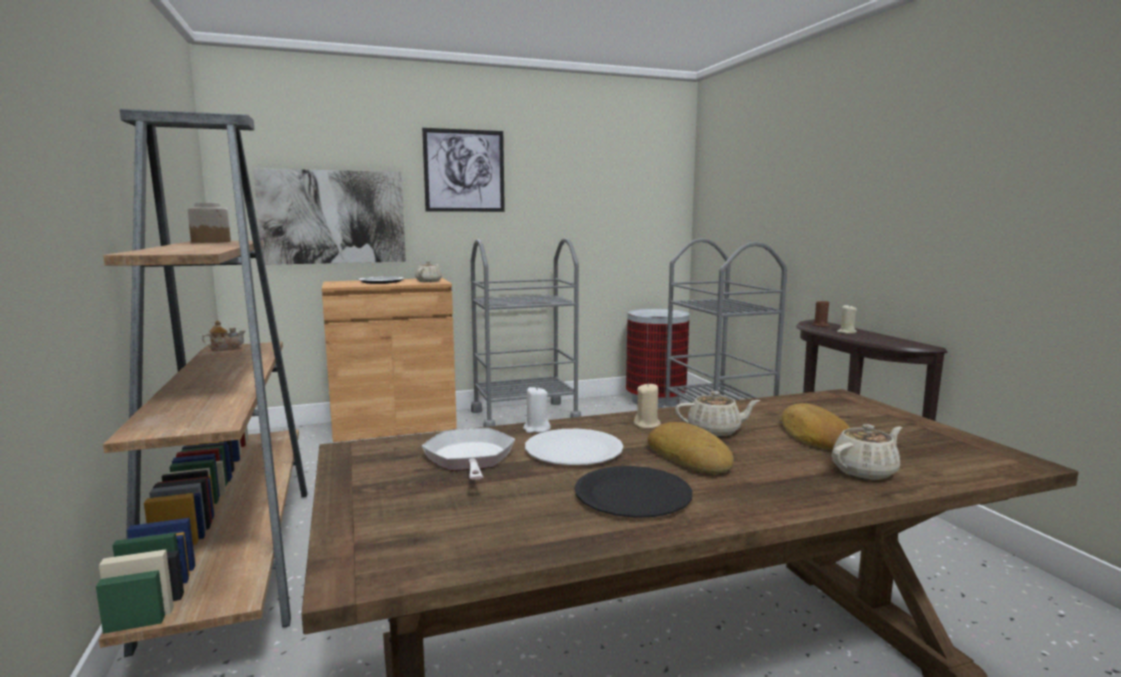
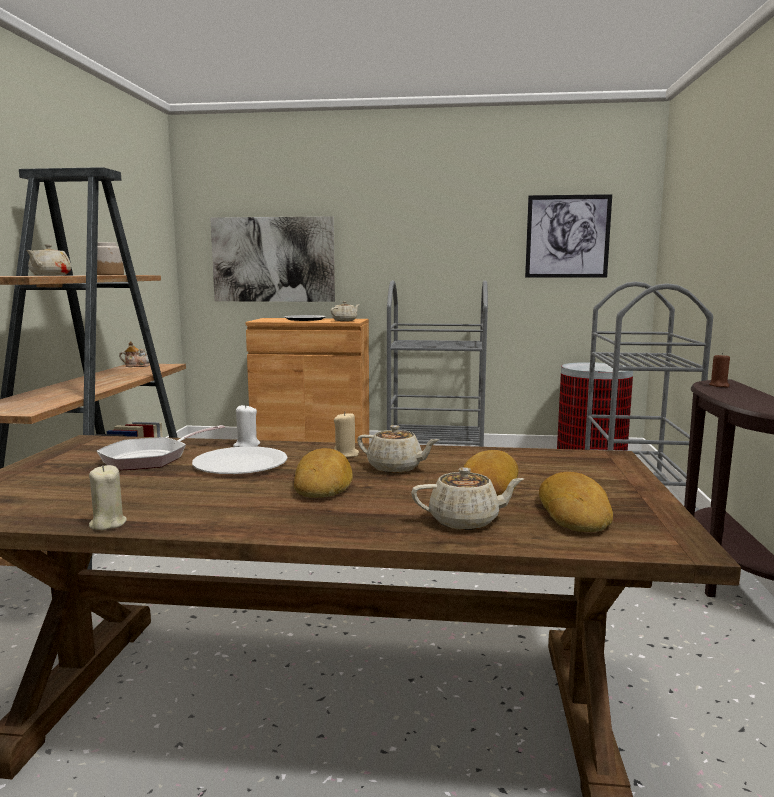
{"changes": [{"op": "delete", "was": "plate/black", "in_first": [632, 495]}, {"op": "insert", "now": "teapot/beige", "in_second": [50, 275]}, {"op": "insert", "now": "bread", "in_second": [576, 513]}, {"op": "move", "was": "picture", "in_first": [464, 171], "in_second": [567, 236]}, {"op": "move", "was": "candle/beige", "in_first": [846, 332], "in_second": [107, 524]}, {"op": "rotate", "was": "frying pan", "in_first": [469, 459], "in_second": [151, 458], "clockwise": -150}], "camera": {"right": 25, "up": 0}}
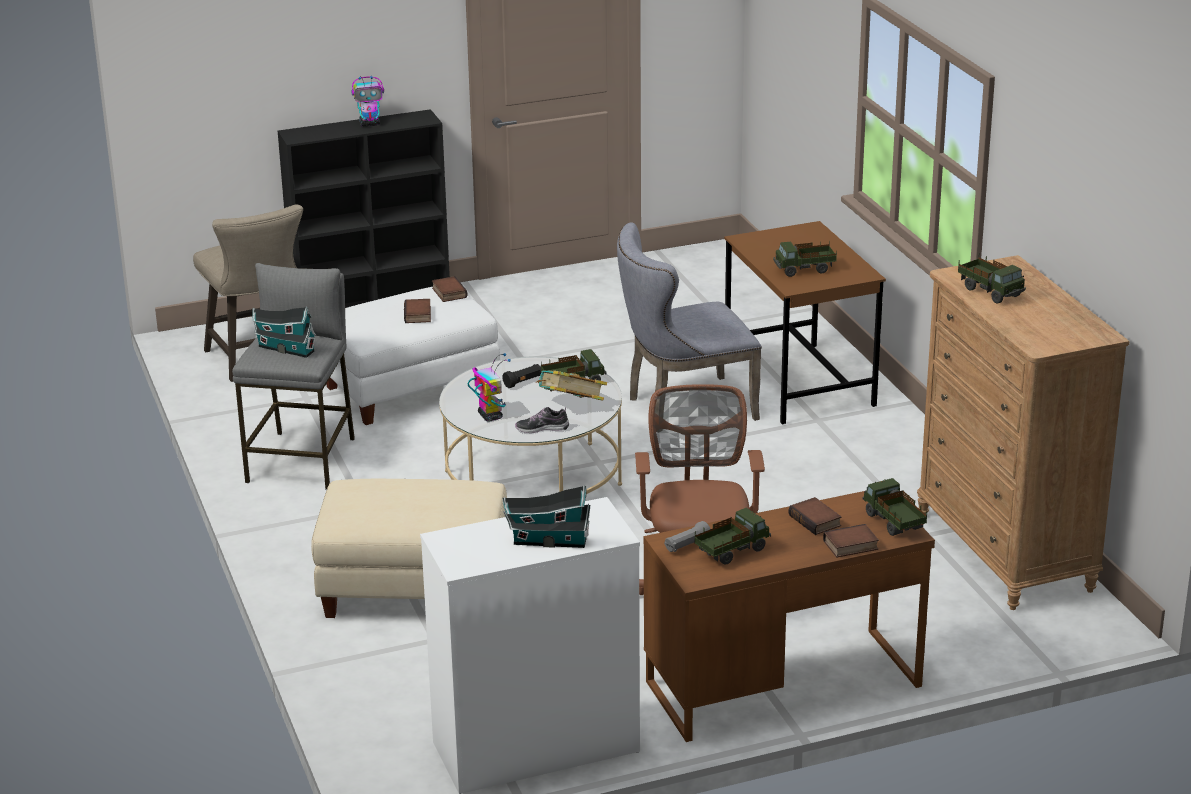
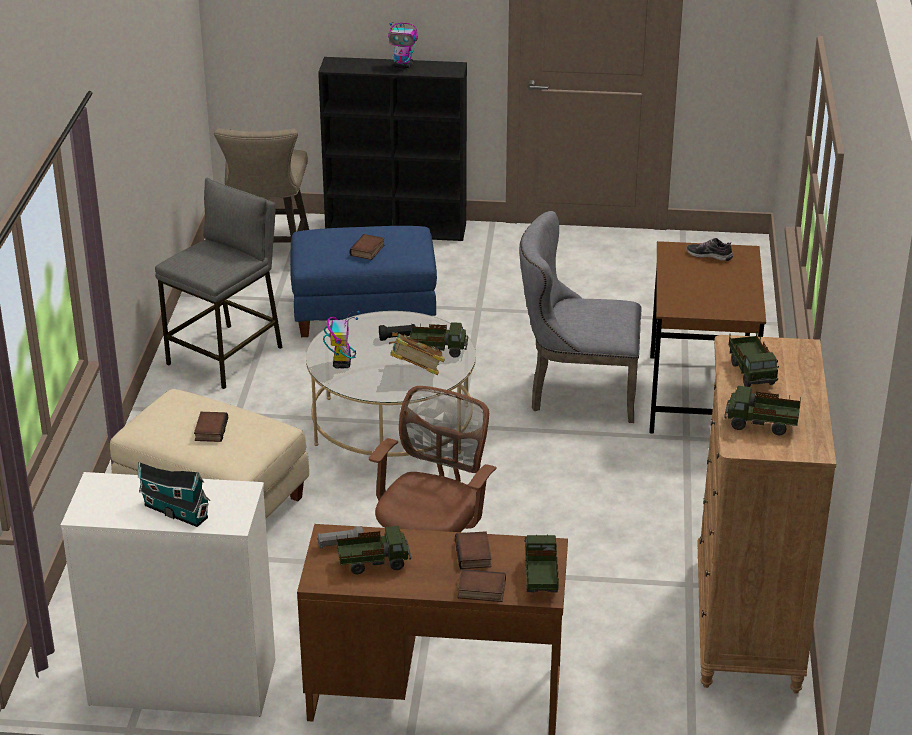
{"changes": [{"op": "delete", "was": "toy house", "in_first": [284, 348]}, {"op": "move", "was": "book", "in_first": [448, 293], "in_second": [210, 430]}, {"op": "move", "was": "shoe", "in_first": [542, 428], "in_second": [709, 255]}, {"op": "move", "was": "toy truck", "in_first": [805, 270], "in_second": [761, 425]}, {"op": "recolor", "was": "ottoman/white", "now": "ottoman/blue", "in_first": [410, 388], "in_second": [365, 311]}], "camera": {"right": 25, "up": 5}}
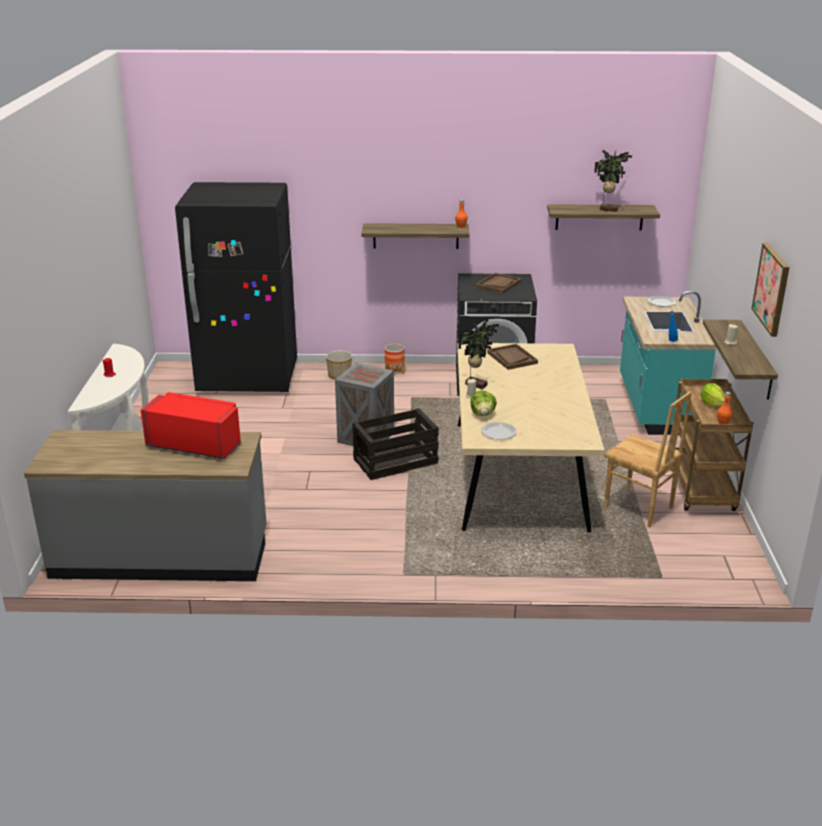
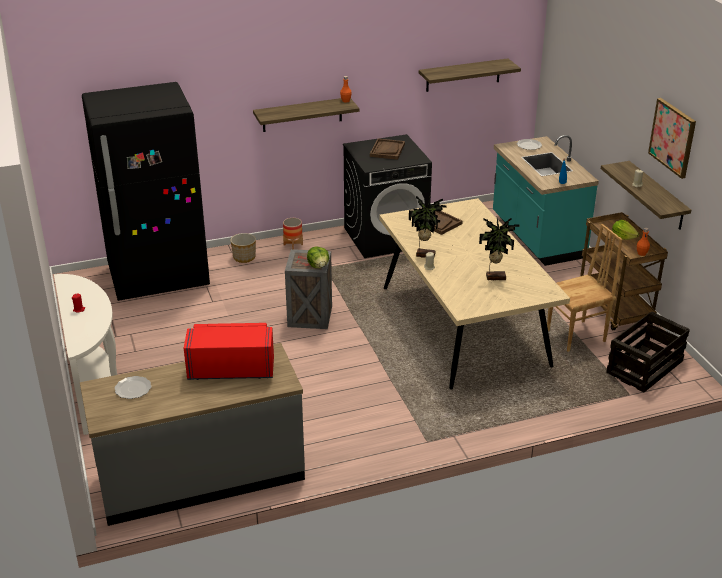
{"changes": [{"op": "move", "was": "crate", "in_first": [395, 462], "in_second": [644, 368]}, {"op": "move", "was": "lettuce", "in_first": [483, 414], "in_second": [318, 266]}, {"op": "move", "was": "plate", "in_first": [498, 432], "in_second": [133, 389]}, {"op": "move", "was": "potted plant", "in_first": [608, 209], "in_second": [495, 277]}, {"op": "rotate", "was": "chair/brown", "in_first": [638, 508], "in_second": [576, 336], "clockwise": -45}], "camera": {"right": -20, "up": 5}}
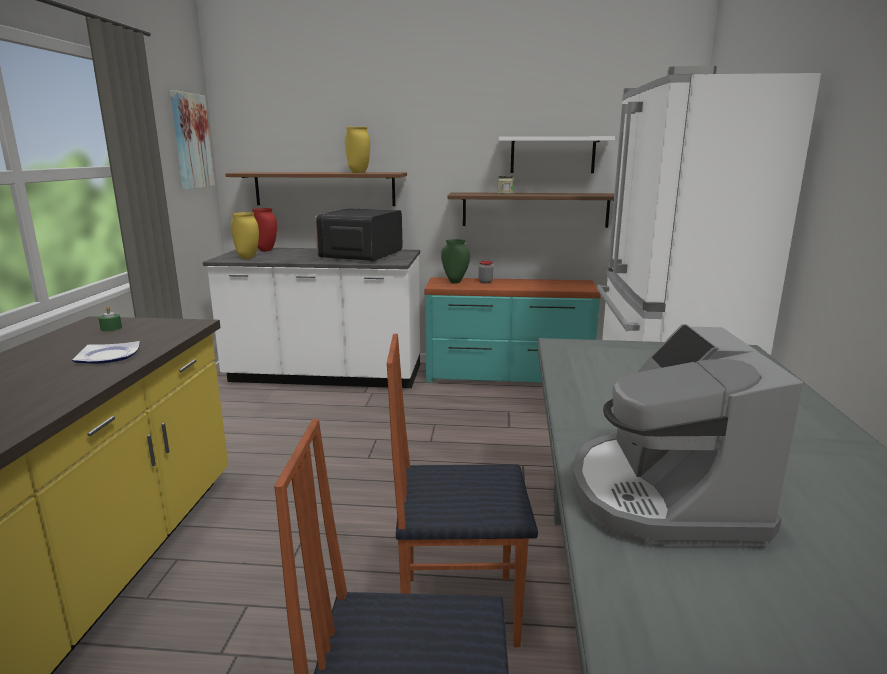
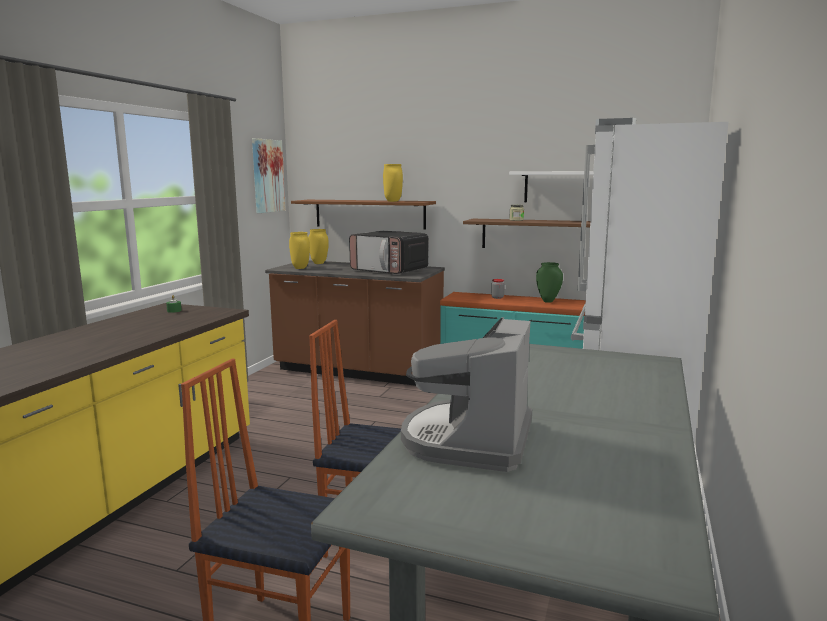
{"changes": [{"op": "delete", "was": "plate", "in_first": [107, 357]}, {"op": "move", "was": "vase/green", "in_first": [455, 282], "in_second": [548, 301]}, {"op": "recolor", "was": "counter/white", "now": "counter/brown", "in_first": [325, 375], "in_second": [358, 371]}, {"op": "recolor", "was": "vase/red", "now": "vase/yellow", "in_first": [265, 250], "in_second": [318, 263]}, {"op": "rotate", "was": "microwave", "in_first": [361, 256], "in_second": [390, 270], "clockwise": -90}], "camera": {"right": 15, "up": -5}}
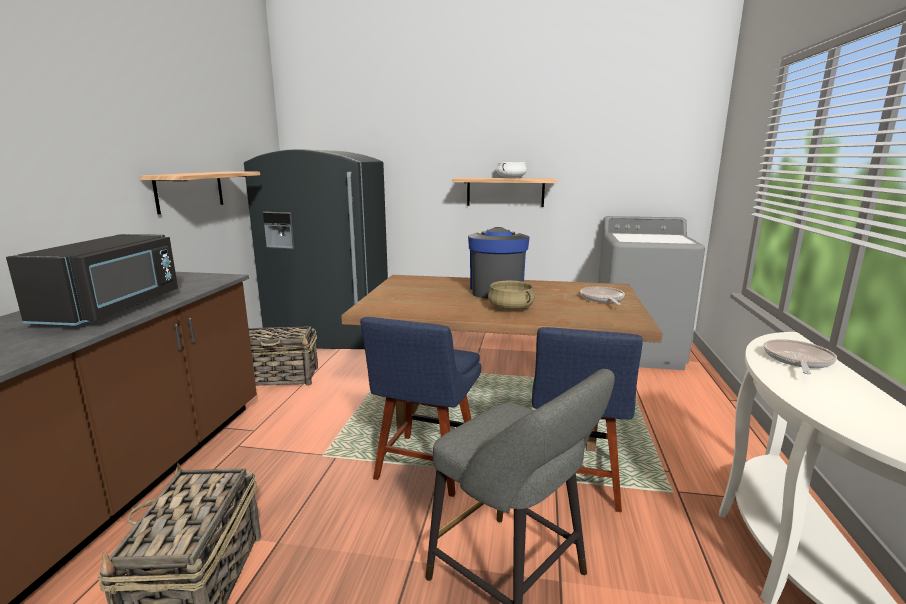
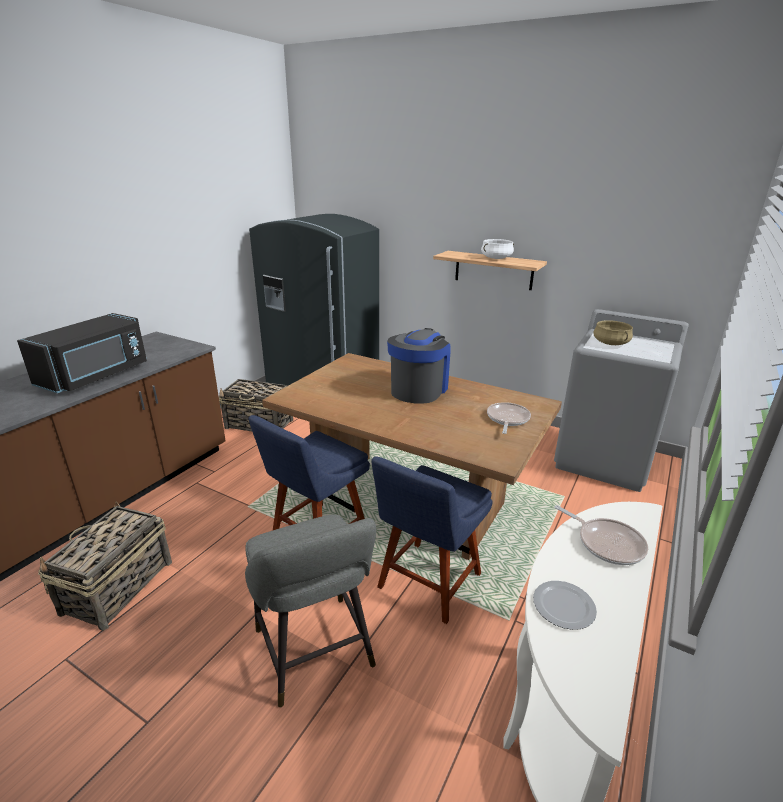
{"changes": [{"op": "delete", "was": "shelf", "in_first": [190, 191]}, {"op": "insert", "now": "plate", "in_second": [563, 607]}, {"op": "move", "was": "cooking pot/beige", "in_first": [511, 308], "in_second": [611, 343]}, {"op": "rotate", "was": "frying pan", "in_first": [797, 360], "in_second": [607, 543], "clockwise": 90}], "camera": {"right": 20, "up": 10}}
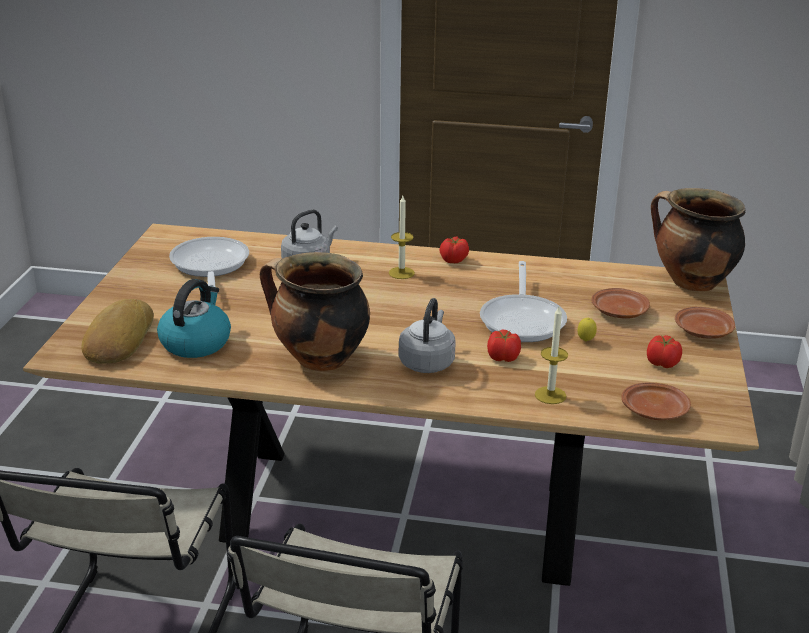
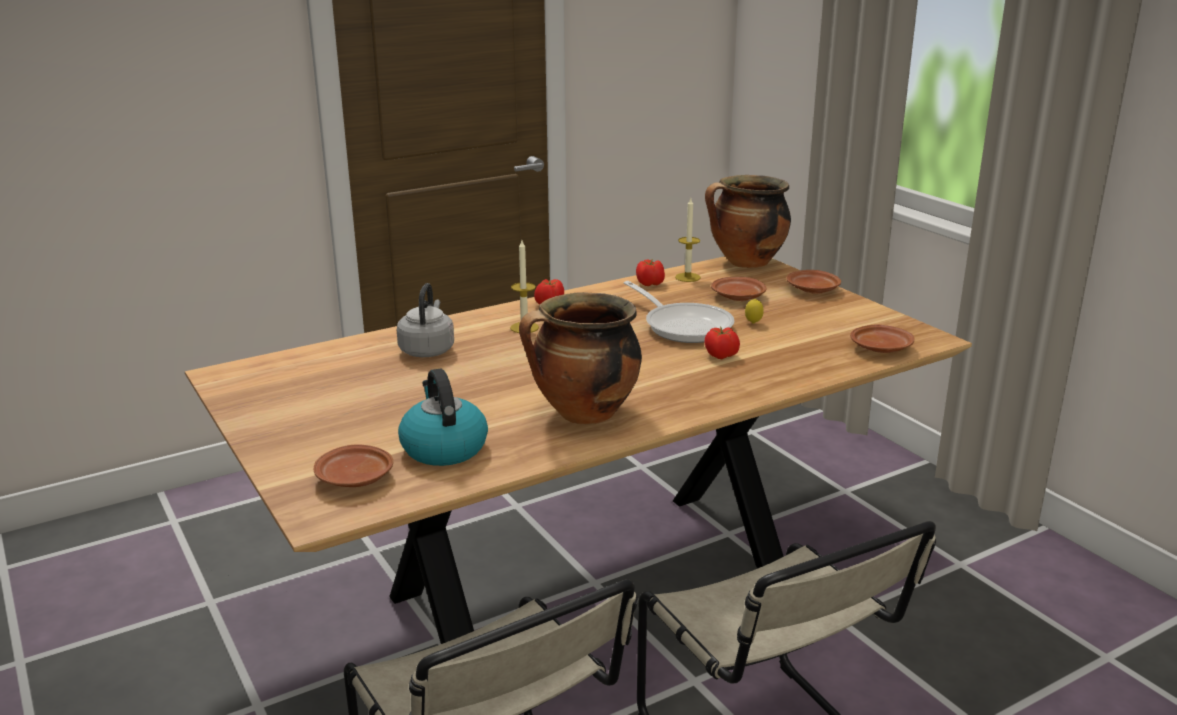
{"changes": [{"op": "delete", "was": "frying pan", "in_first": [209, 266]}, {"op": "delete", "was": "kettle/grey", "in_first": [427, 362]}, {"op": "move", "was": "candle", "in_first": [550, 395], "in_second": [687, 277]}, {"op": "move", "was": "tomato", "in_first": [662, 364], "in_second": [650, 284]}, {"op": "replace", "was": "bread", "now": "plate/brown", "in_first": [117, 340], "in_second": [355, 479]}], "camera": {"right": -40, "up": -5}}
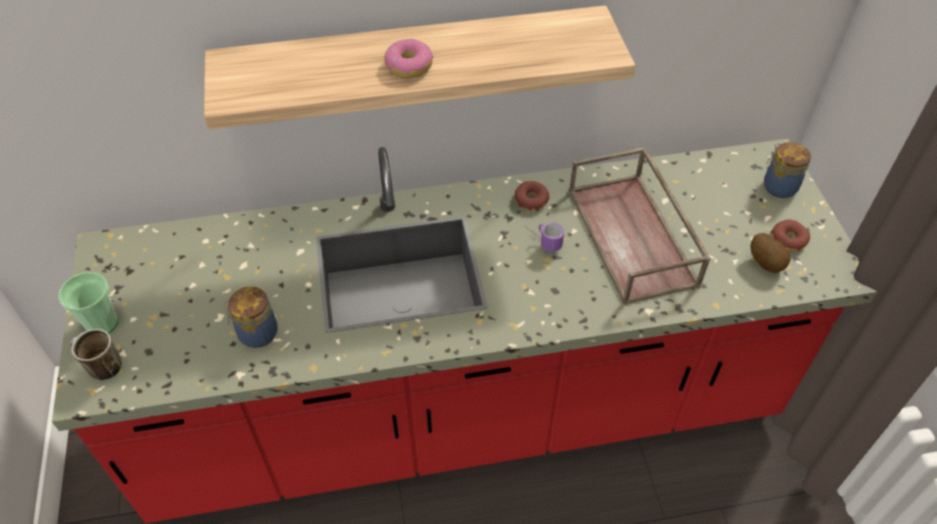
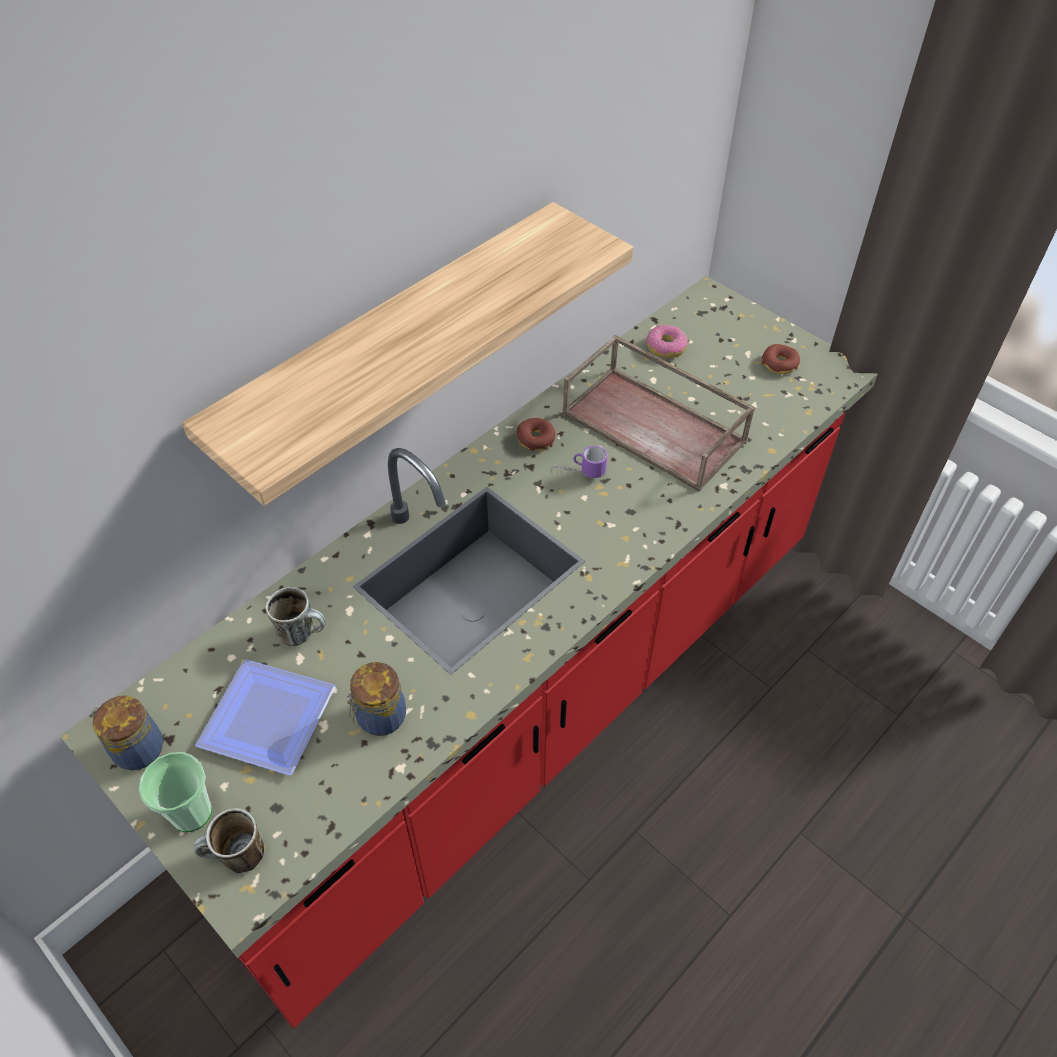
{"changes": [{"op": "delete", "was": "potato", "in_first": [766, 263]}, {"op": "insert", "now": "plate", "in_second": [273, 716]}, {"op": "insert", "now": "mug", "in_second": [303, 633]}, {"op": "move", "was": "donut", "in_first": [408, 66], "in_second": [665, 347]}, {"op": "move", "was": "jar", "in_first": [778, 186], "in_second": [137, 749]}], "camera": {"right": -35, "up": 0}}
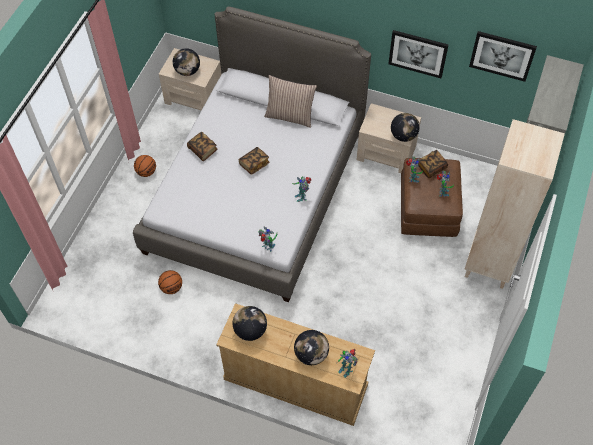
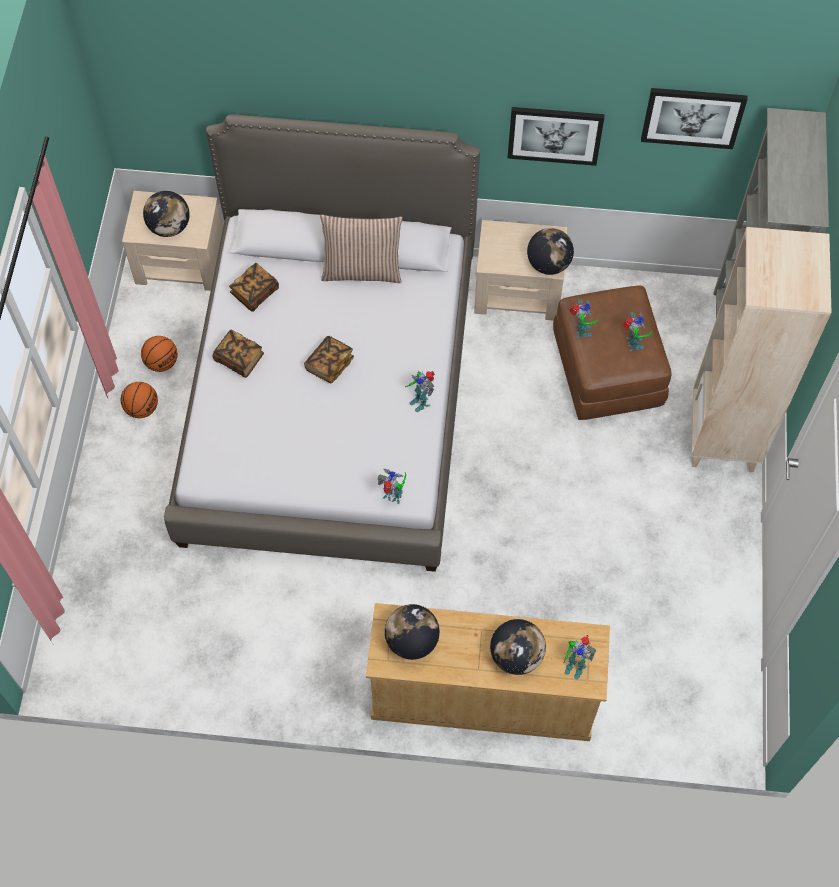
{"changes": [{"op": "move", "was": "basketball", "in_first": [171, 287], "in_second": [161, 362]}, {"op": "move", "was": "book", "in_first": [431, 168], "in_second": [255, 293]}], "camera": {"right": -15, "up": 5}}
